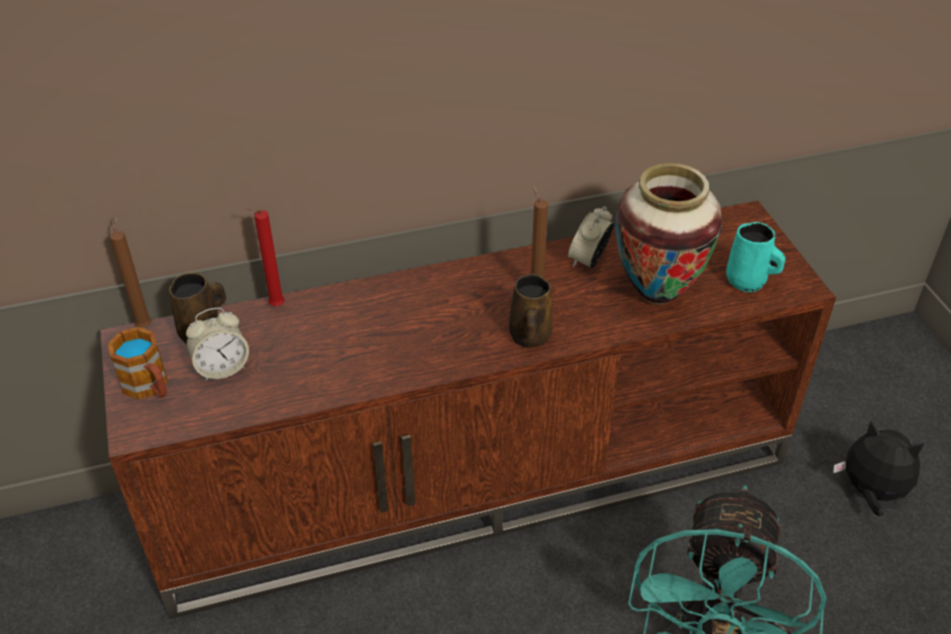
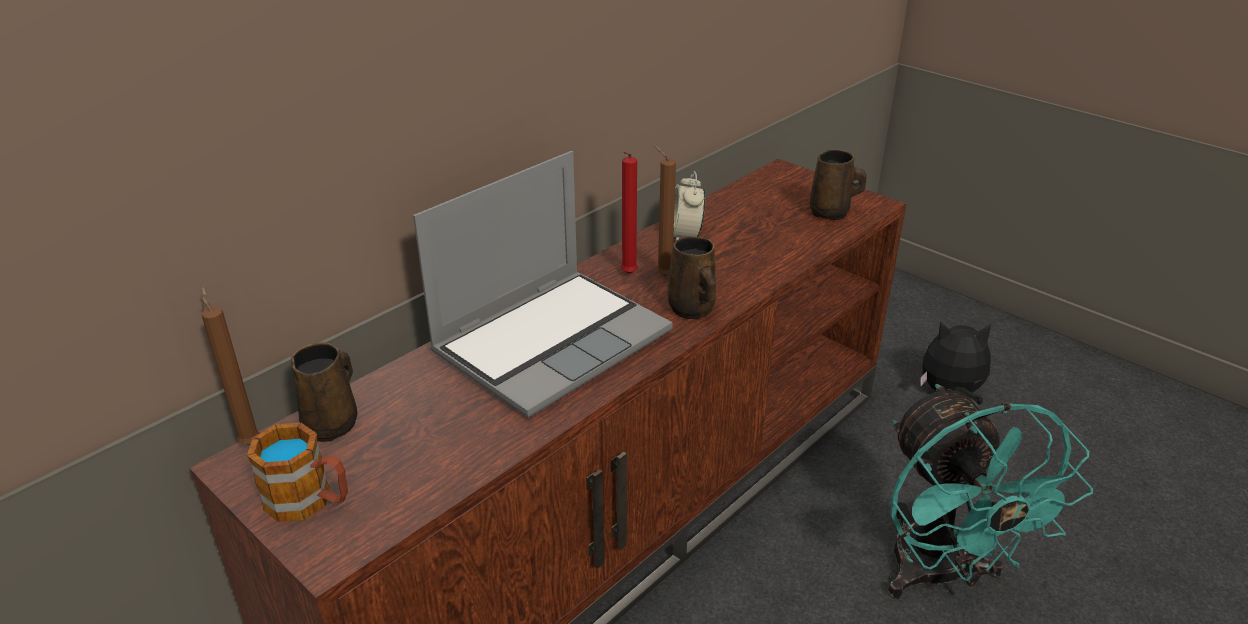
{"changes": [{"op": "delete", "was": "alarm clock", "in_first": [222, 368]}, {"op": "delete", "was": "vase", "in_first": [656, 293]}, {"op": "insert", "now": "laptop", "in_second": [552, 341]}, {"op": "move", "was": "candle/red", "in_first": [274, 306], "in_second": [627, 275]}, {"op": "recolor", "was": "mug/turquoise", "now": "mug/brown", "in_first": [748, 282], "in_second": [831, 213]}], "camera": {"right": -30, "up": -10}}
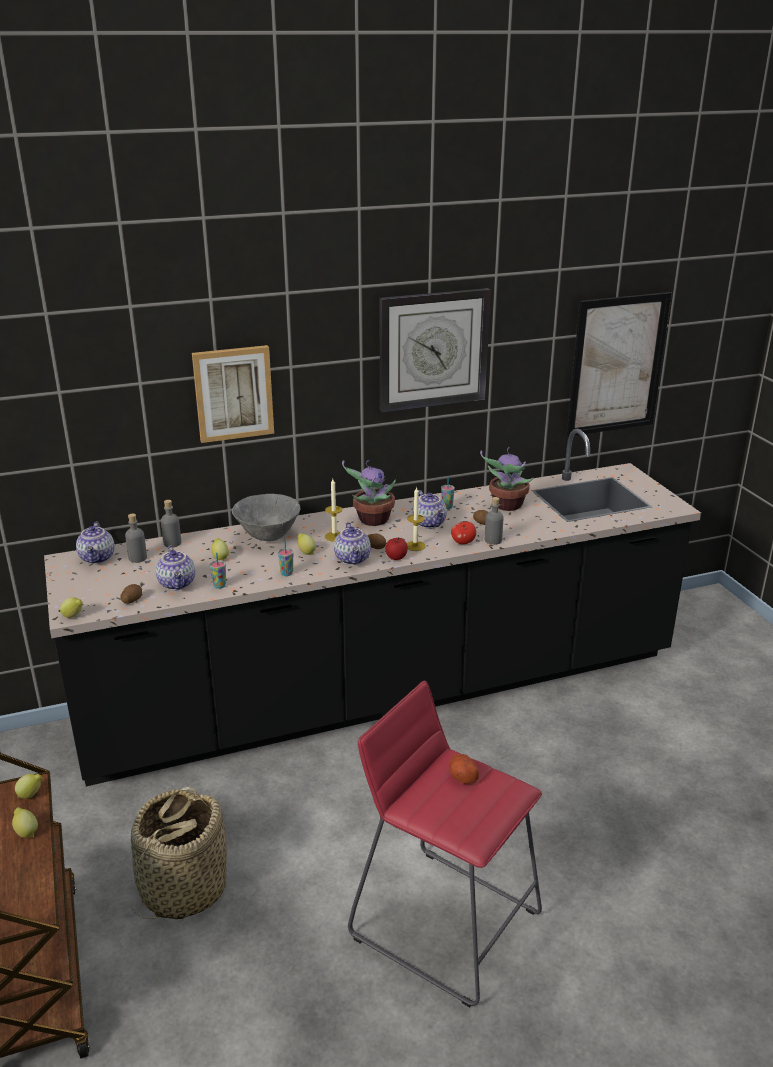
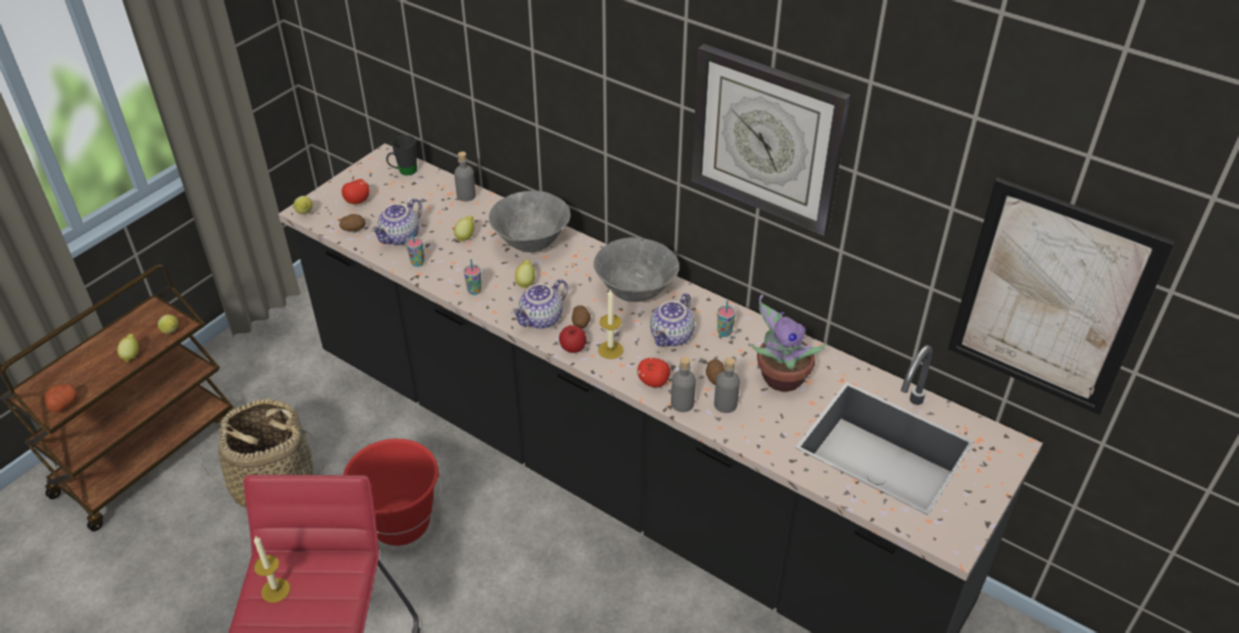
{"changes": [{"op": "delete", "was": "picture", "in_first": [233, 393]}, {"op": "insert", "now": "apple", "in_second": [357, 201]}, {"op": "insert", "now": "bucket/red", "in_second": [401, 522]}, {"op": "move", "was": "bottle/grey", "in_first": [137, 558], "in_second": [725, 404]}, {"op": "move", "was": "candle", "in_first": [334, 536], "in_second": [275, 590]}, {"op": "move", "was": "potato", "in_first": [462, 776], "in_second": [64, 403]}, {"op": "replace", "was": "teapot", "now": "mug/black", "in_first": [98, 558], "in_second": [404, 172]}, {"op": "replace", "was": "potted plant", "now": "bowl/grey", "in_first": [372, 520], "in_second": [635, 293]}], "camera": {"right": 55, "up": 15}}
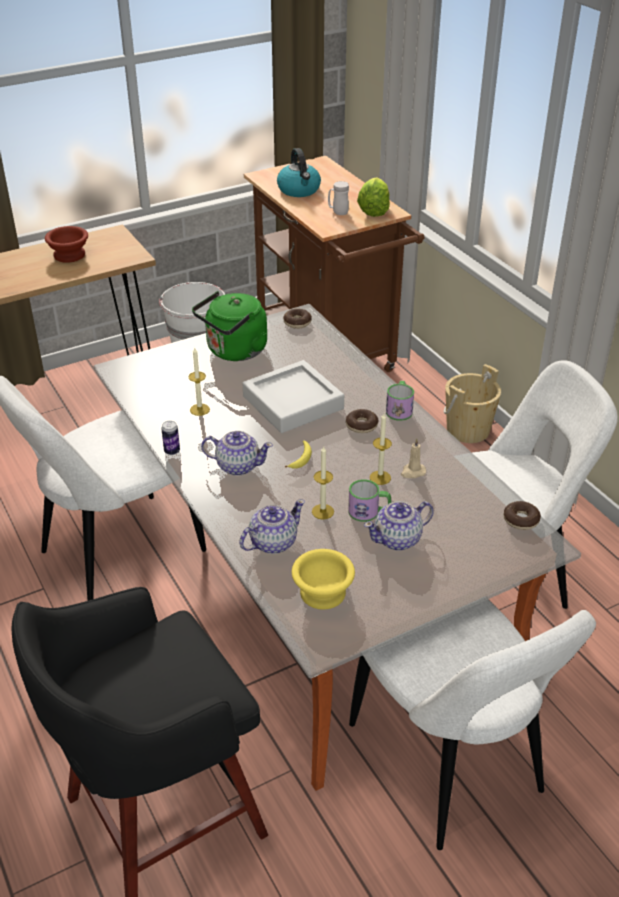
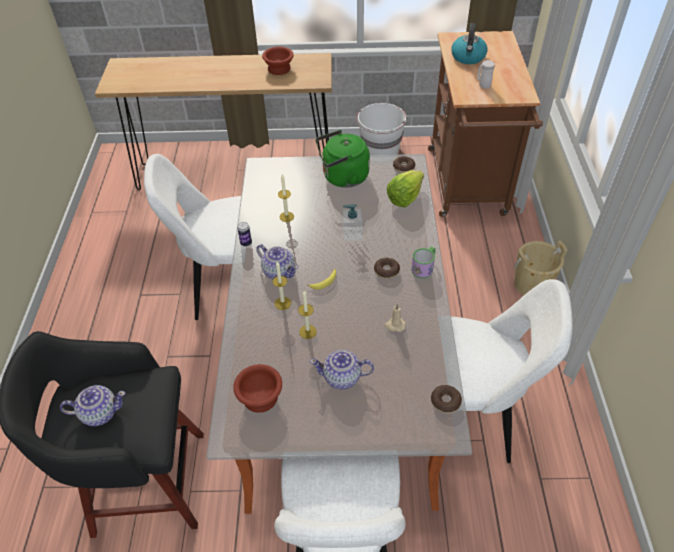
{"changes": [{"op": "delete", "was": "mug", "in_first": [369, 512]}, {"op": "move", "was": "teapot", "in_first": [272, 542], "in_second": [99, 412]}, {"op": "move", "was": "lettuce", "in_first": [374, 210], "in_second": [405, 197]}, {"op": "move", "was": "candle", "in_first": [380, 477], "in_second": [282, 303]}, {"op": "replace", "was": "tray/grey", "now": "soap dispenser", "in_first": [293, 403], "in_second": [352, 234]}, {"op": "recolor", "was": "bowl/yellow", "now": "bowl/brown", "in_first": [323, 591], "in_second": [261, 396]}], "camera": {"right": 30, "up": 10}}
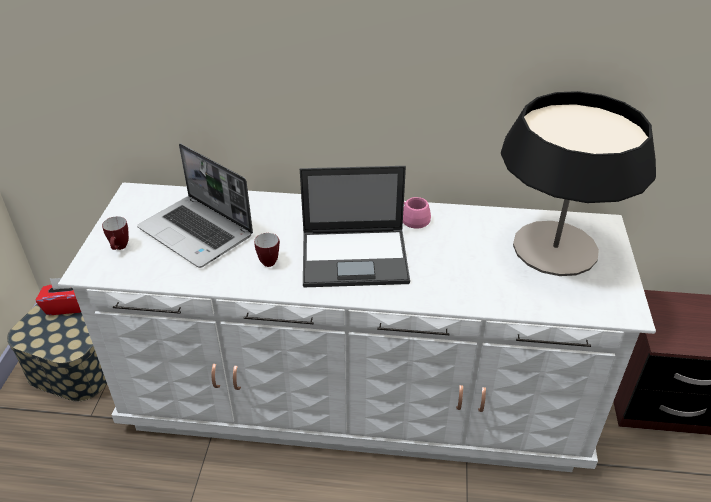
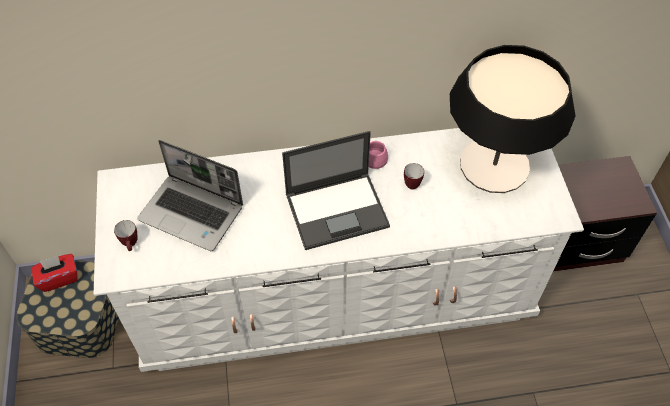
{"changes": [{"op": "move", "was": "mug", "in_first": [270, 260], "in_second": [412, 183]}], "camera": {"right": -15, "up": 15}}
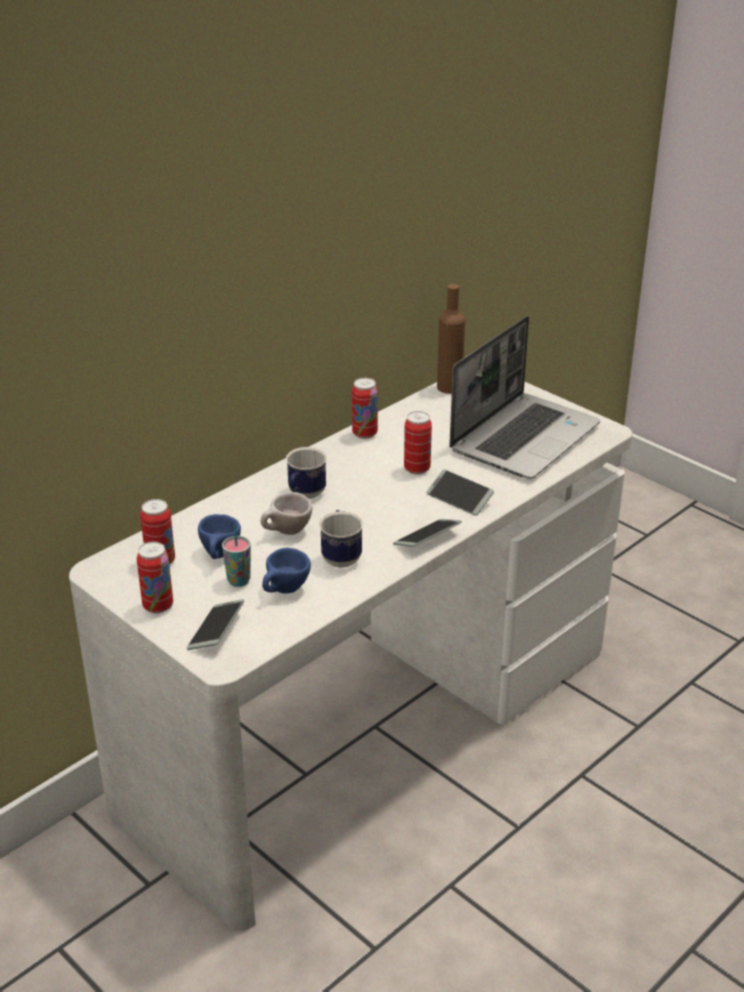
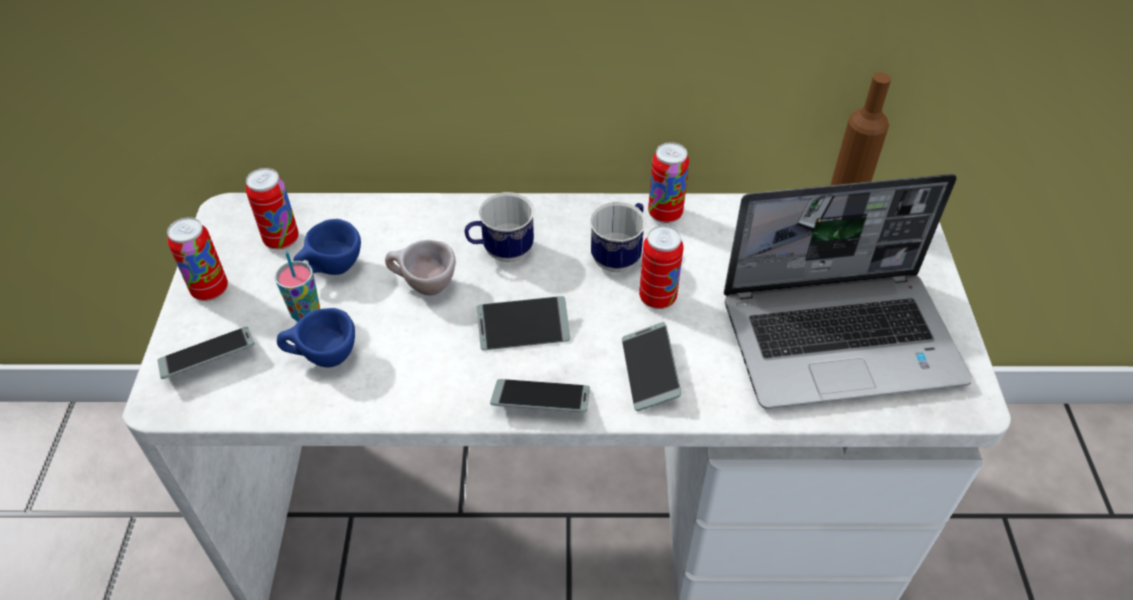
{"changes": [{"op": "insert", "now": "phone", "in_second": [523, 329]}, {"op": "move", "was": "mug", "in_first": [341, 556], "in_second": [620, 256]}], "camera": {"right": 45, "up": 15}}
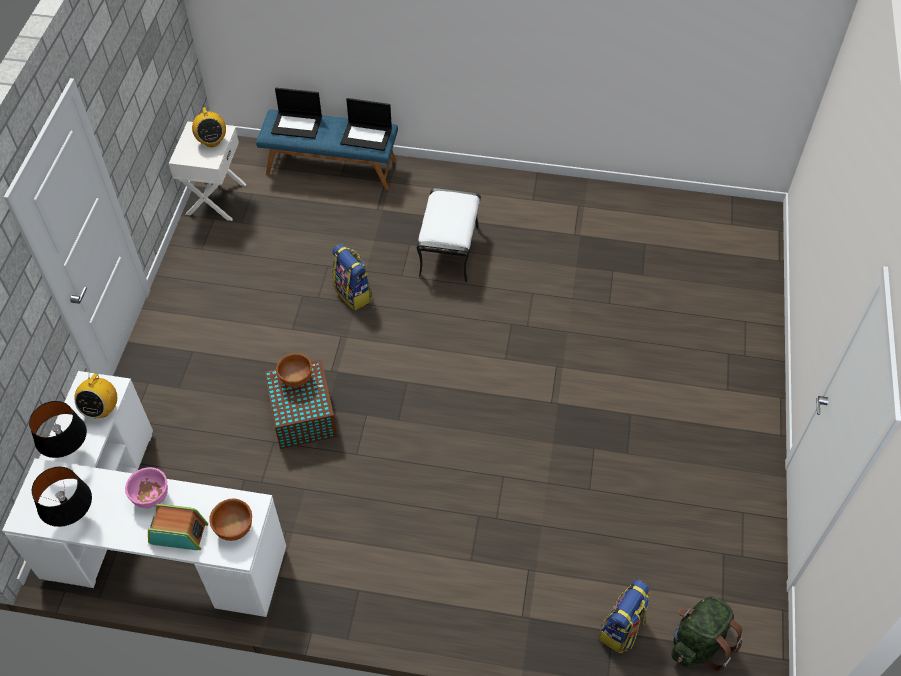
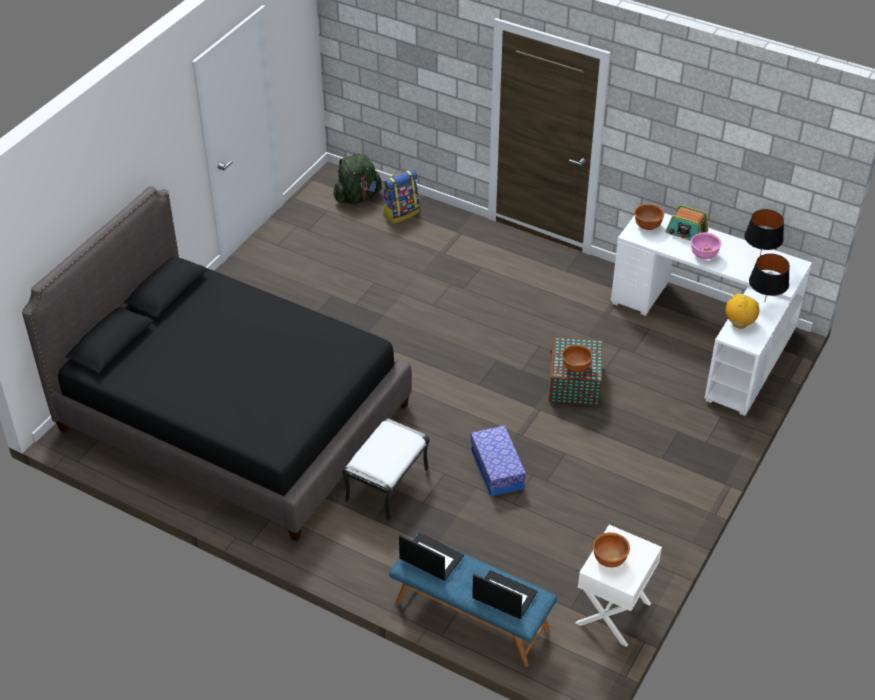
{"changes": [{"op": "insert", "now": "bed/black", "in_second": [233, 417]}, {"op": "replace", "was": "radio", "now": "bowl/brown", "in_first": [212, 141], "in_second": [609, 560]}, {"op": "replace", "was": "backpack", "now": "storage box", "in_first": [353, 293], "in_second": [497, 469]}], "camera": {"right": -160, "up": -10}}
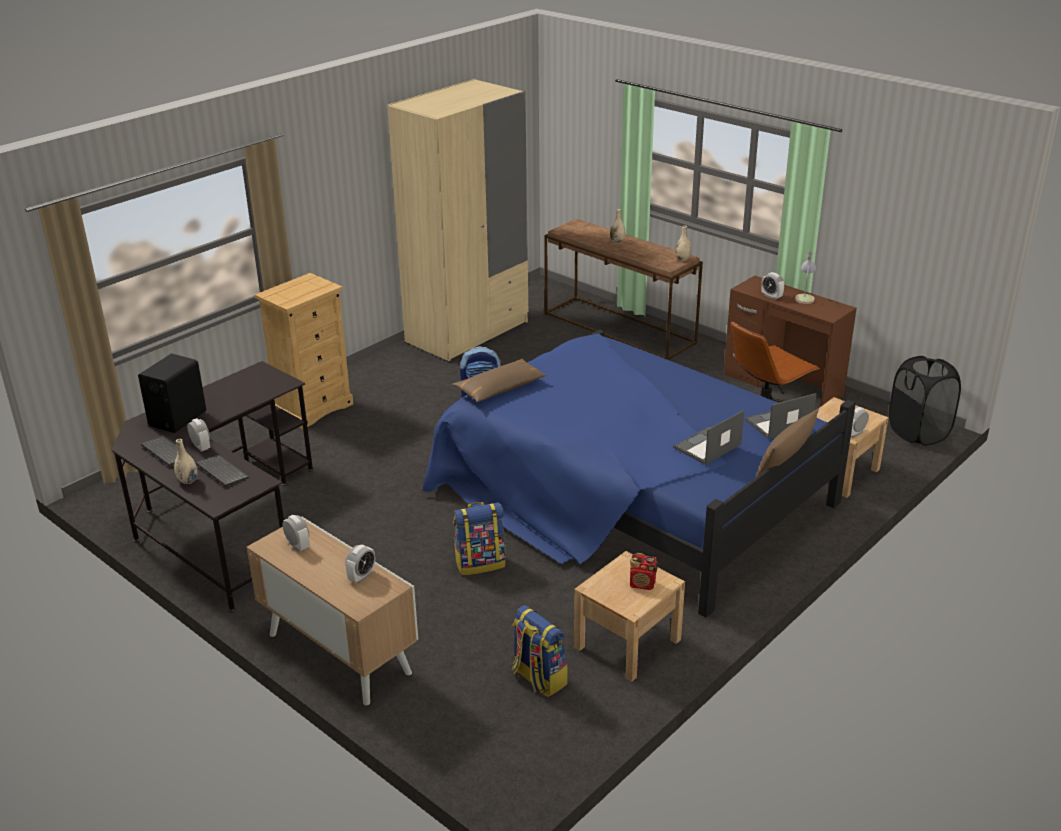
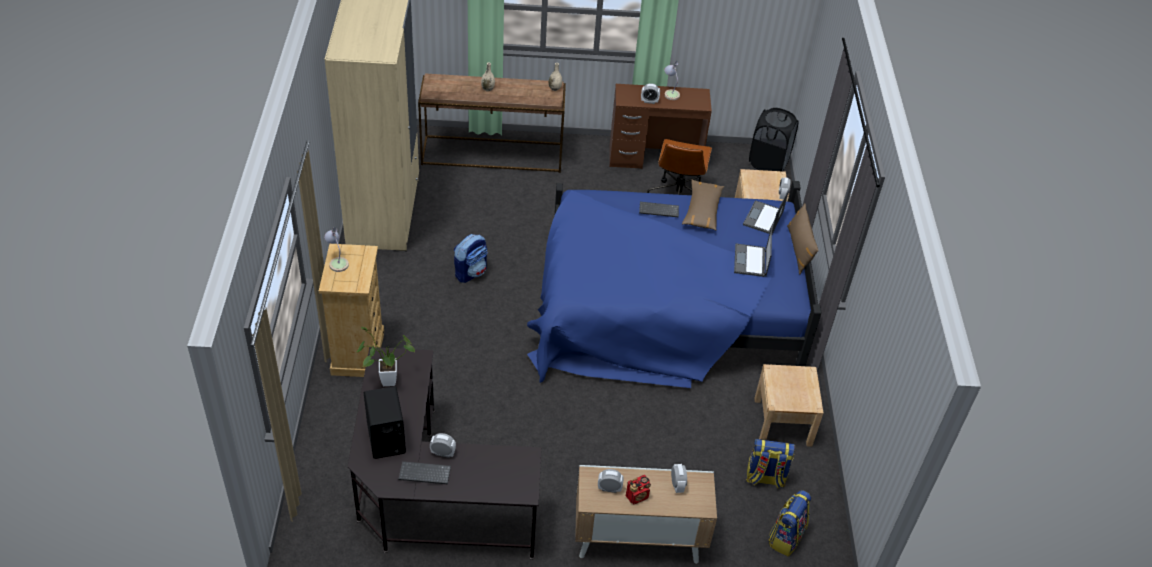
{"changes": [{"op": "delete", "was": "vase/beige", "in_first": [188, 481]}, {"op": "insert", "now": "table lamp", "in_second": [337, 262]}, {"op": "insert", "now": "potted plant", "in_second": [384, 381]}, {"op": "move", "was": "keyboard", "in_first": [220, 472], "in_second": [658, 211]}, {"op": "move", "was": "pillow/brown", "in_first": [500, 388], "in_second": [702, 210]}, {"op": "move", "was": "backpack", "in_first": [480, 563], "in_second": [786, 537]}, {"op": "move", "was": "radio", "in_first": [642, 584], "in_second": [637, 496]}], "camera": {"right": -45, "up": 15}}
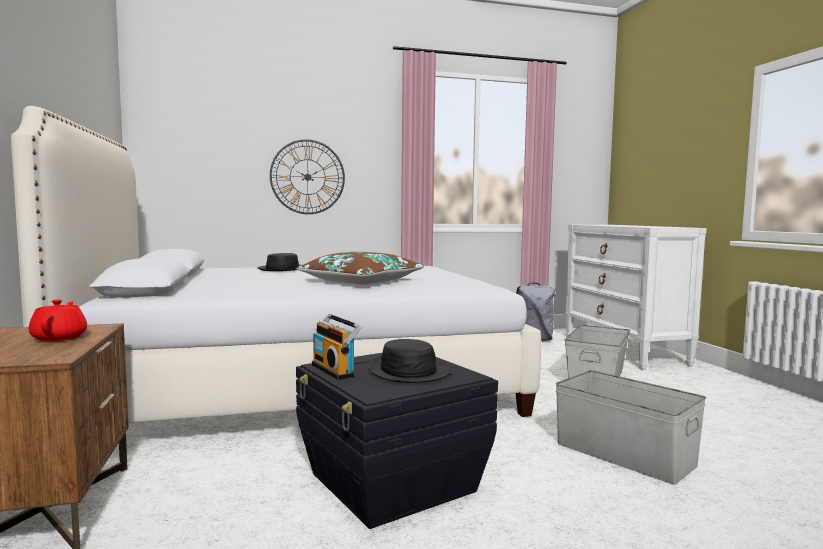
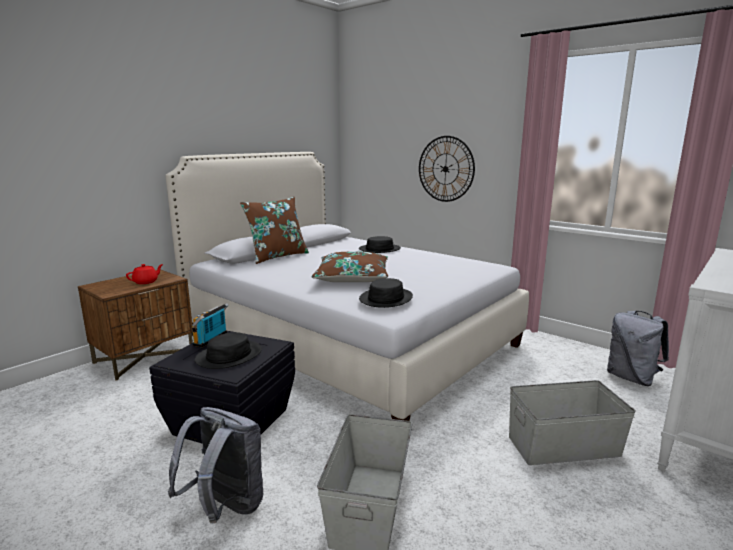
{"changes": [{"op": "insert", "now": "backpack/grey", "in_second": [226, 507]}, {"op": "insert", "now": "pillow/brown", "in_second": [277, 256]}, {"op": "insert", "now": "hat/black", "in_second": [386, 298]}], "camera": {"right": 55, "up": 10}}
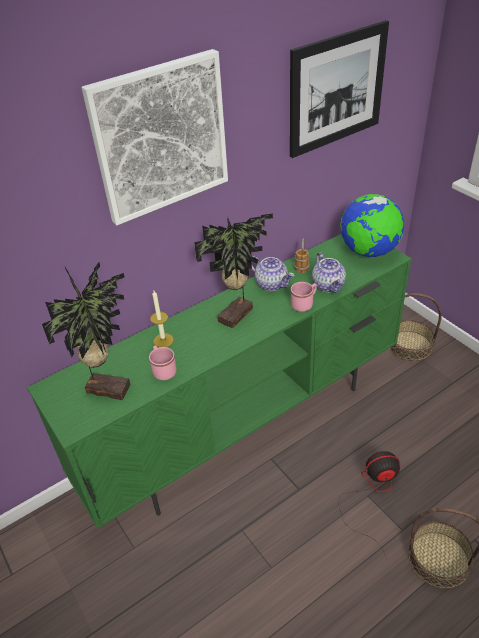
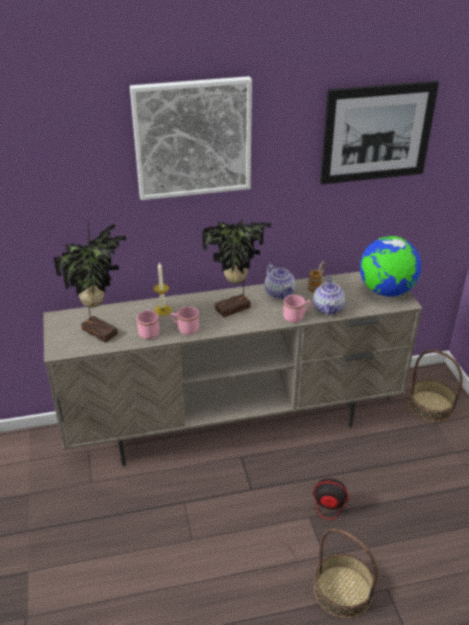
{"changes": [{"op": "insert", "now": "mug/pink", "in_second": [185, 329]}, {"op": "recolor", "was": "tv stand/green", "now": "tv stand/beige", "in_first": [247, 426], "in_second": [235, 423]}], "camera": {"right": 20, "up": -5}}
